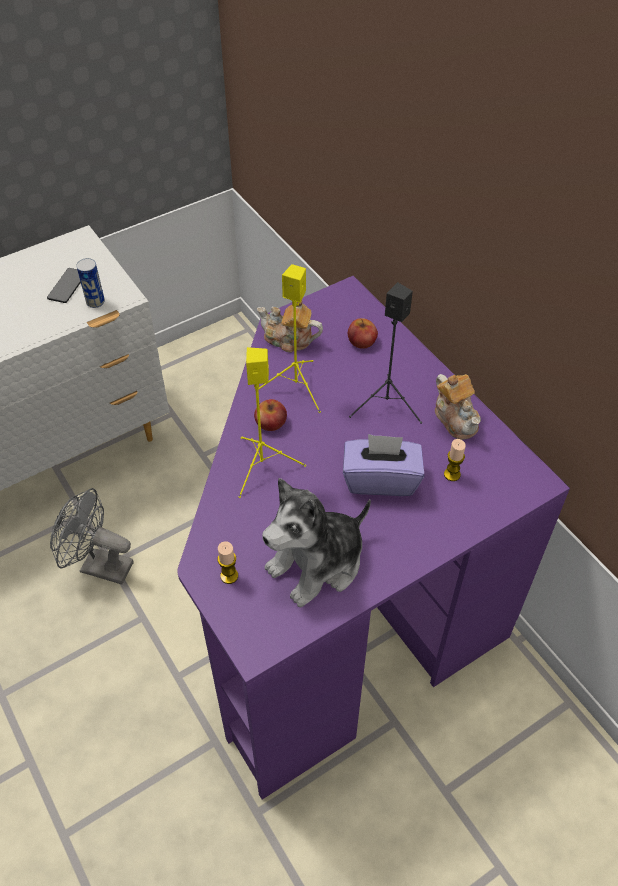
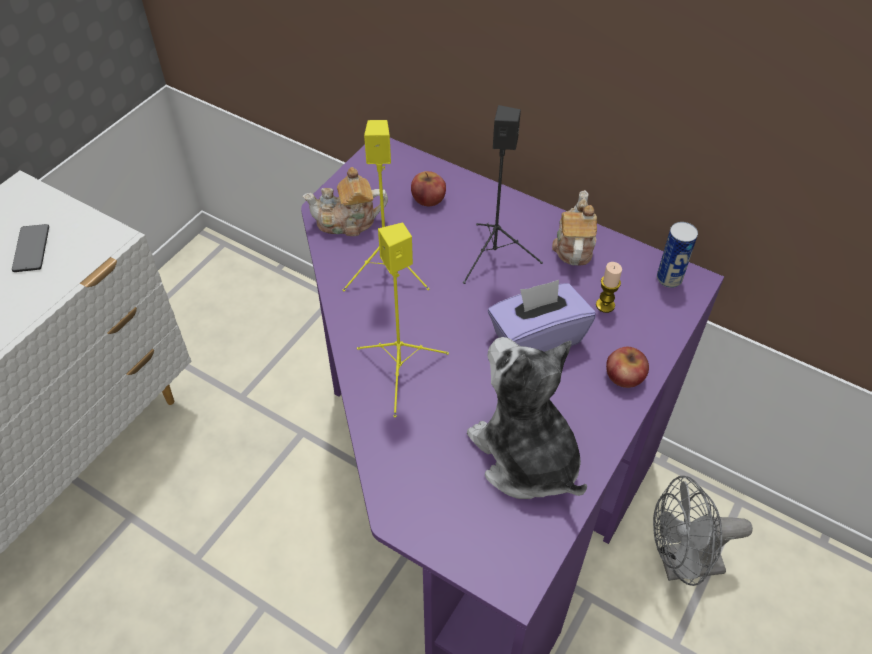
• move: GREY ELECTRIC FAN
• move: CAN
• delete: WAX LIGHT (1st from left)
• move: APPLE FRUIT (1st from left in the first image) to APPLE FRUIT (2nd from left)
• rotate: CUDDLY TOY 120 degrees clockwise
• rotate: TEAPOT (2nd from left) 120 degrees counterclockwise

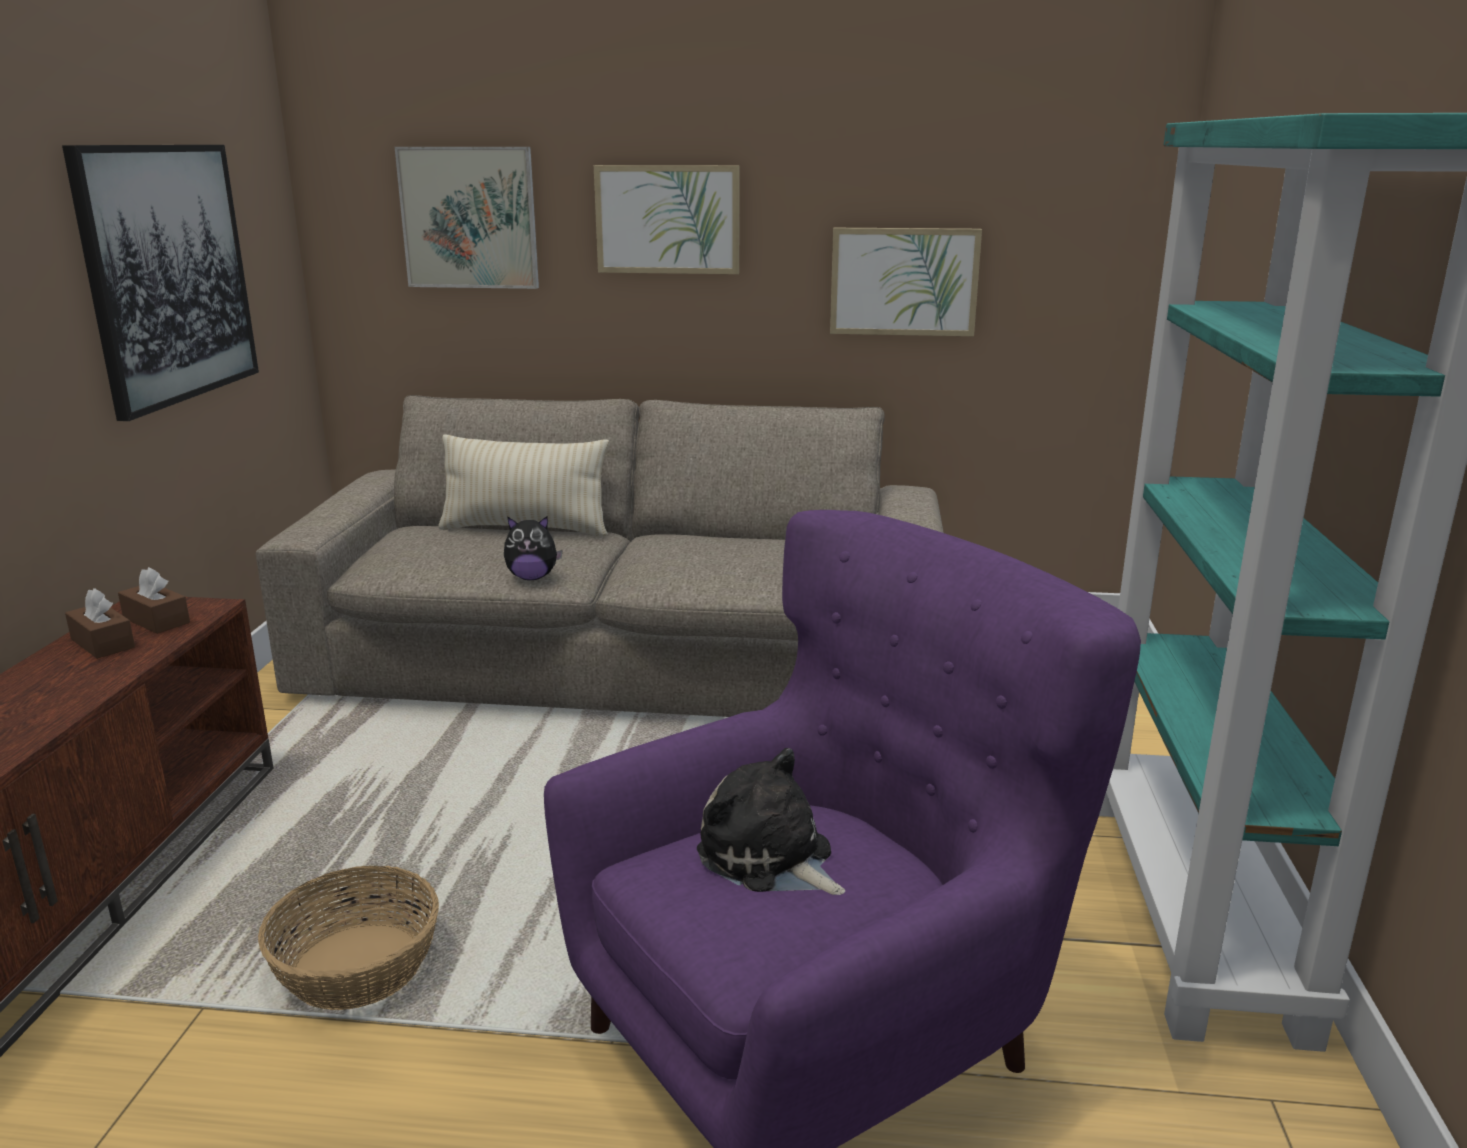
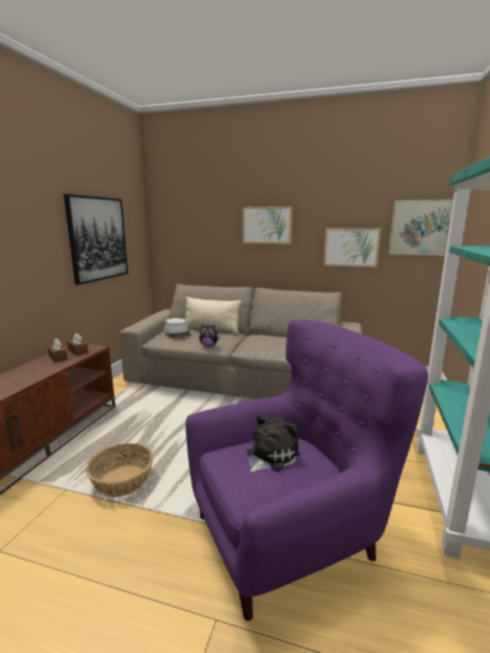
• move: WALL ART (2nd from left in the first image) to WALL ART (4th from left)
• rotate: CUDDLY TOY (2nd from left) 75 degrees clockwise
• insert: GREY HAT

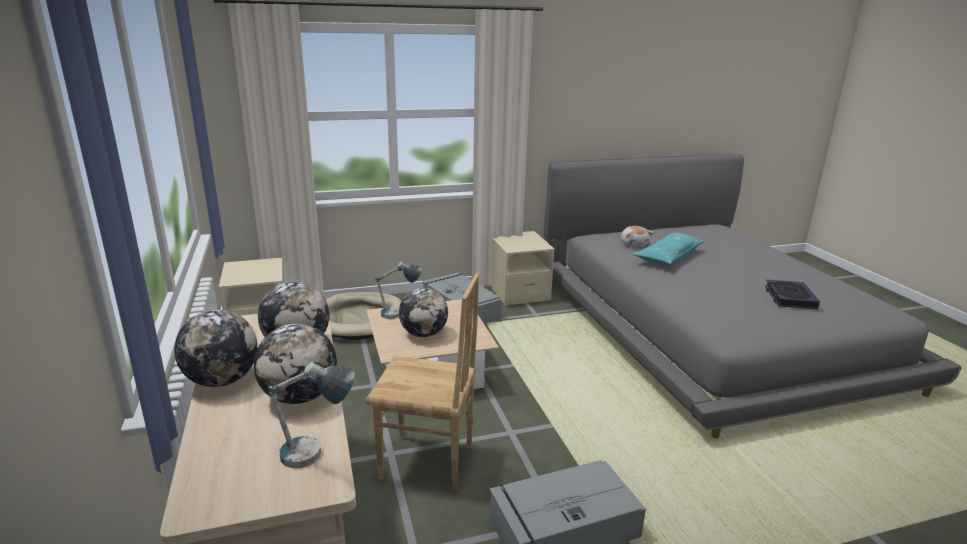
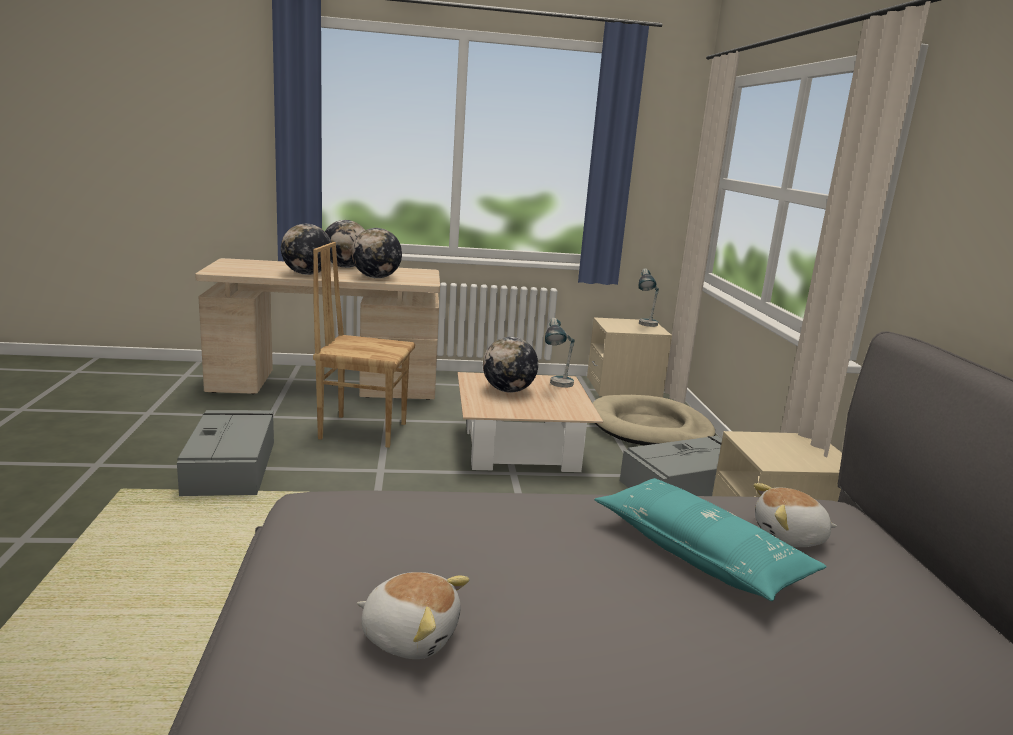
• move: TABLETOP LAMP (1st from left in the first image) to TABLETOP LAMP (2nd from left)
• rotate: BROWNISH PLAIN CHAIR 75 degrees clockwise
• replace: VOLUME to CUDDLY TOY (1st from left)

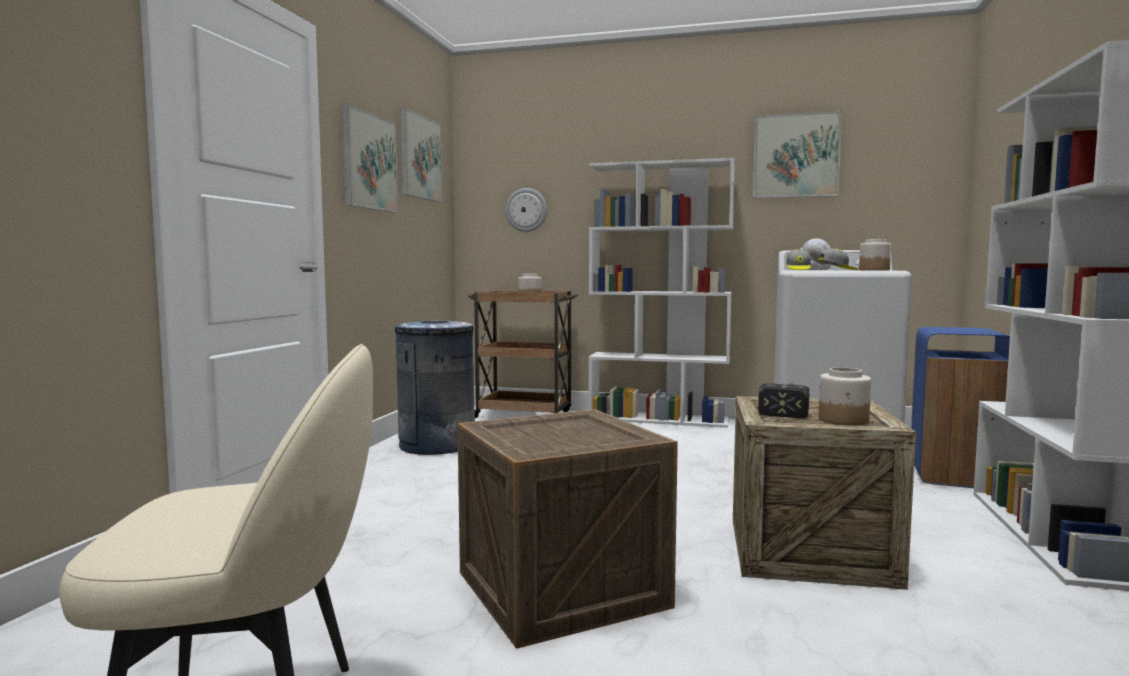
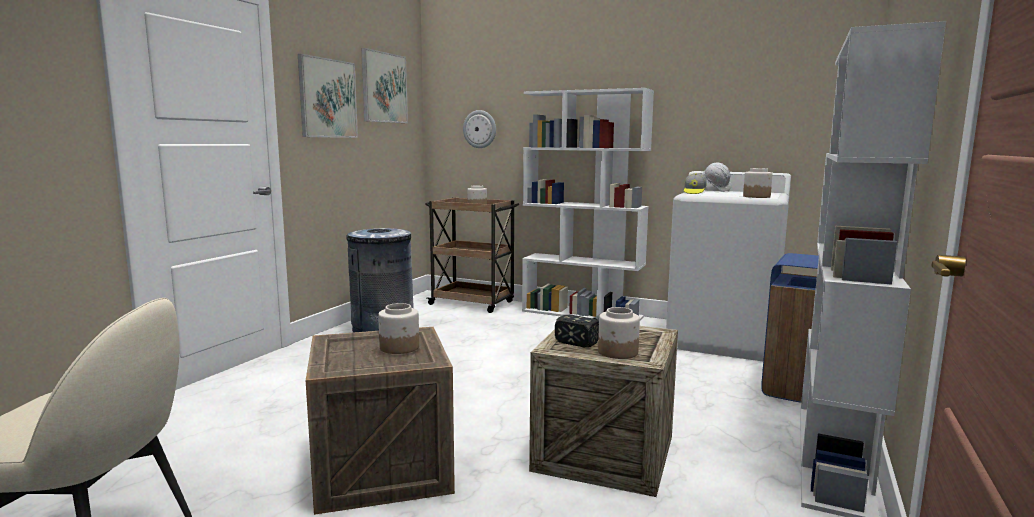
• delete: WALL ART (3rd from left)
• delete: PEAKED CAP (2nd from left)
• insert: JAR (1st from left)

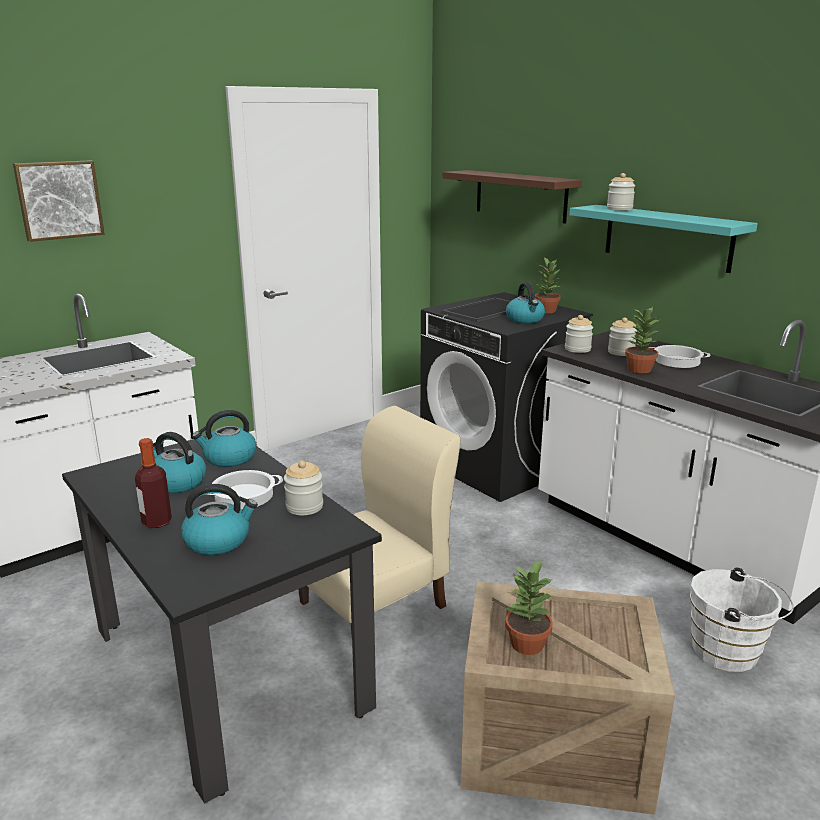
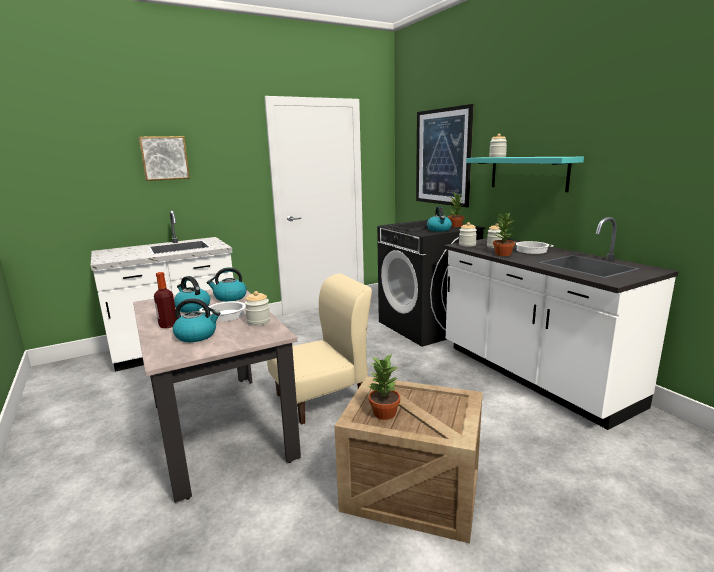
• recolor: BLACKISH DINNER TABLE to BEIGE-COLOURED DINNER TABLE
• replace: BROWNISH SHELF to WALL ART (2nd from left)
• delete: WHITISH WATER BUCKET

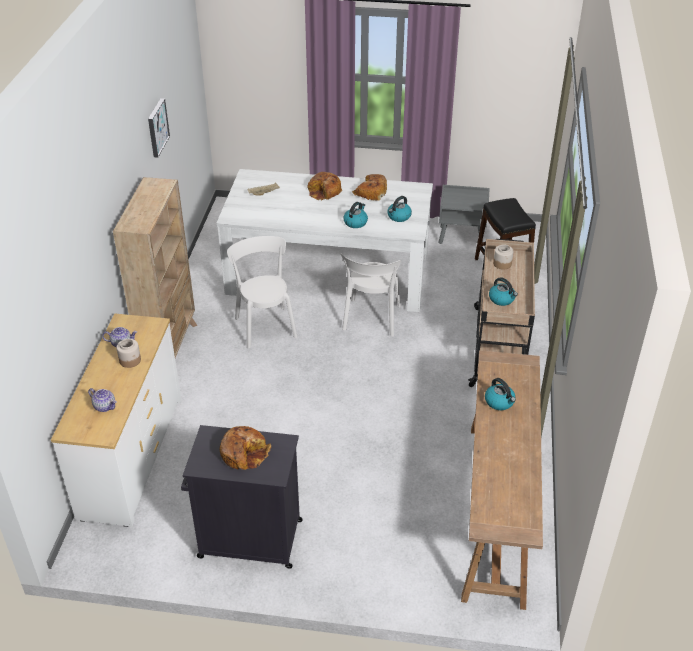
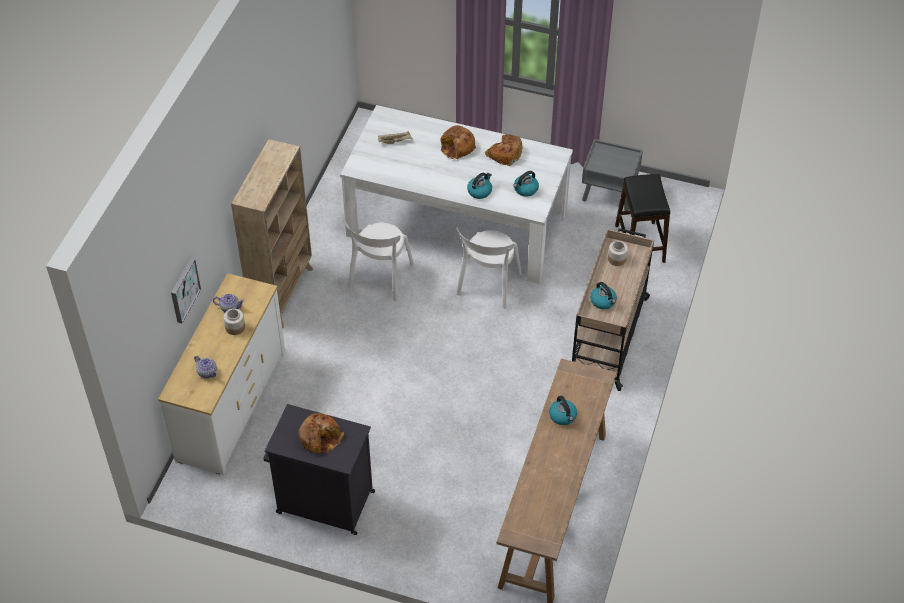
• move: WALL ART
• rotate: WHITISH PLAIN CHAIR (1st from left) 150 degrees counterclockwise

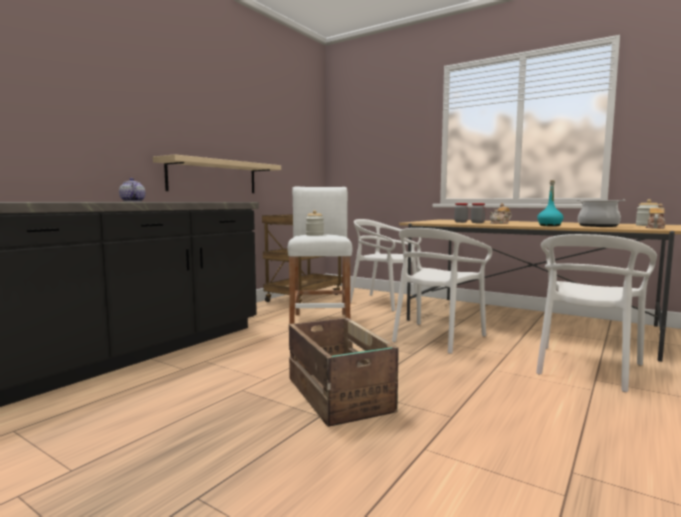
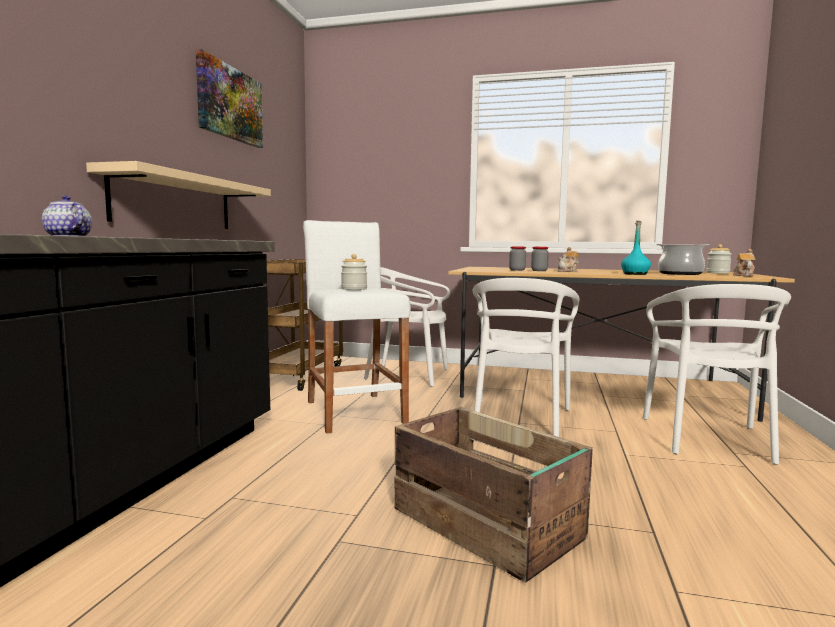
• insert: WALL ART

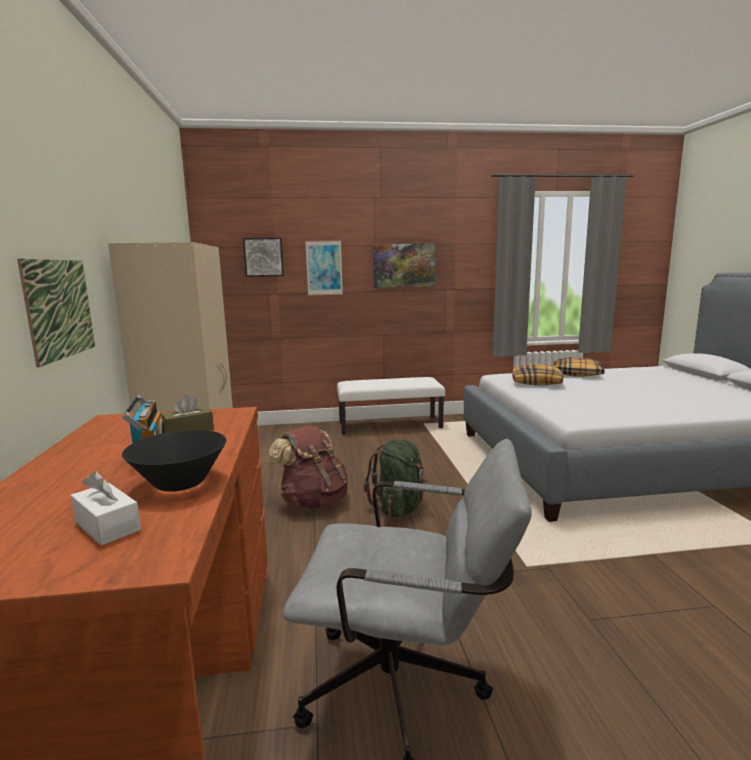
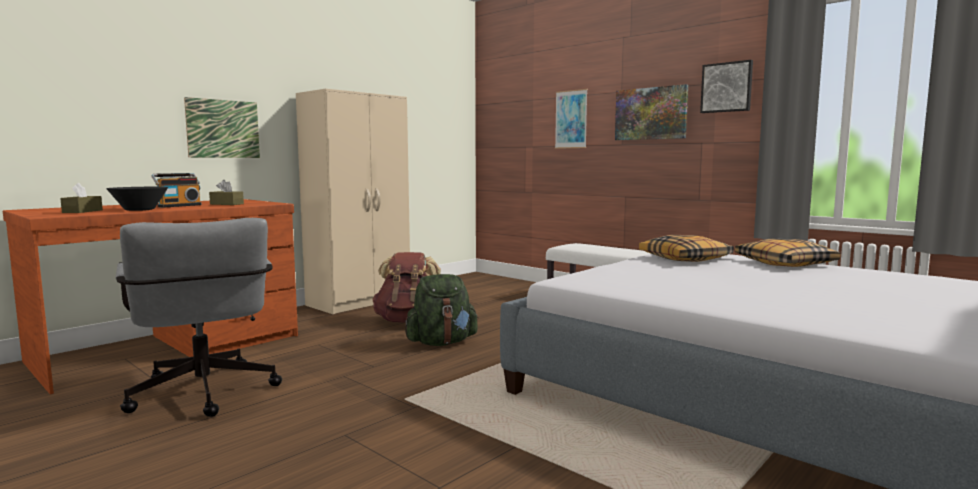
• recolor: WHITISH TISSUE HOLDER to BROWNISH TISSUE HOLDER (1st from left)
• move: WALL ART (2nd from left in the first image) to WALL ART (4th from left)

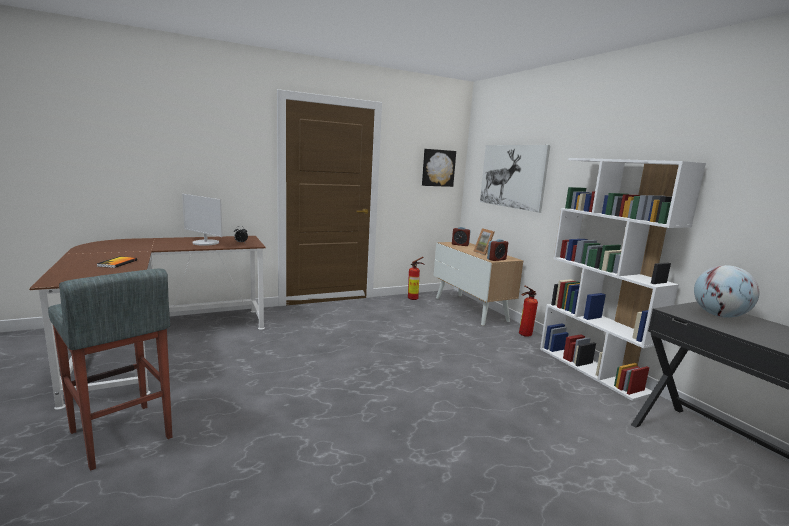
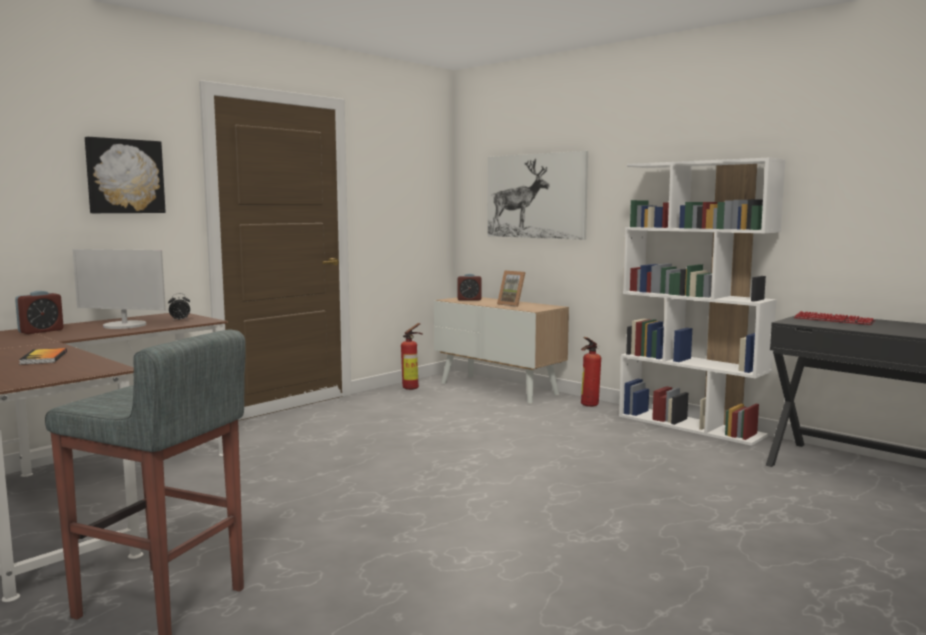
• move: WALL ART (1st from left)
• move: ALARM CLOCK (3rd from left in the first image) to ALARM CLOCK (1st from left)
• replace: WORLD GLOBE to KEYBOARD

